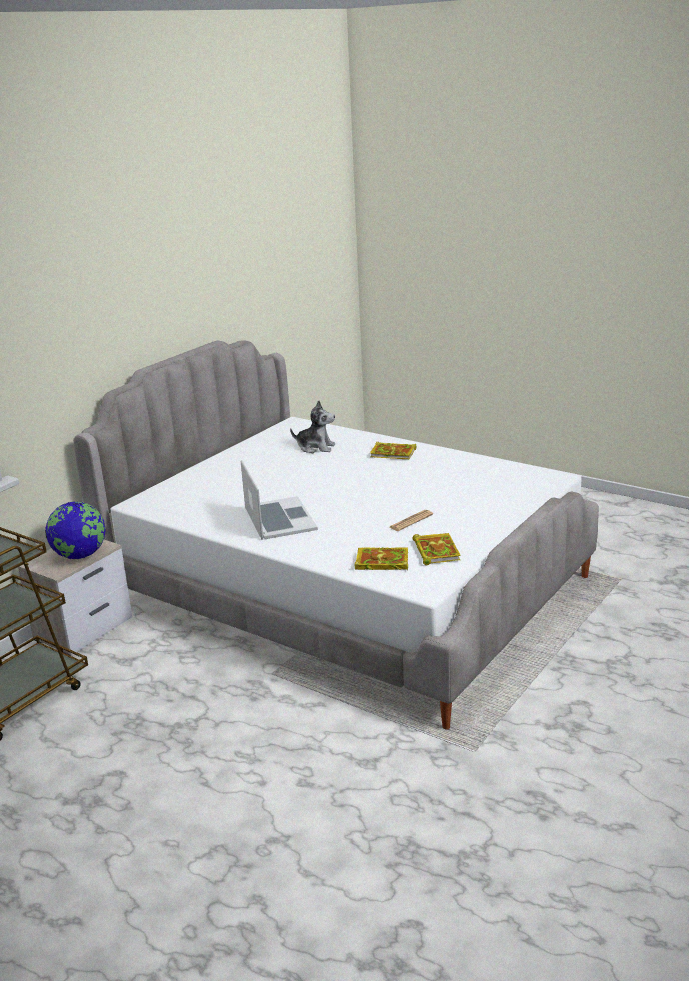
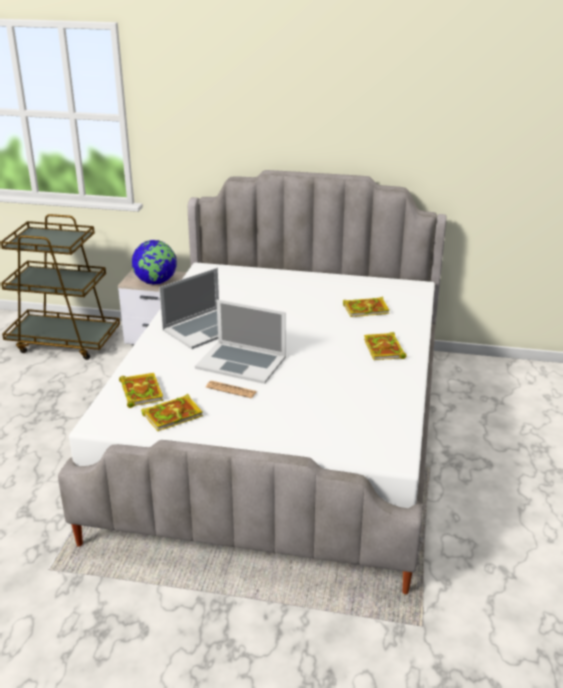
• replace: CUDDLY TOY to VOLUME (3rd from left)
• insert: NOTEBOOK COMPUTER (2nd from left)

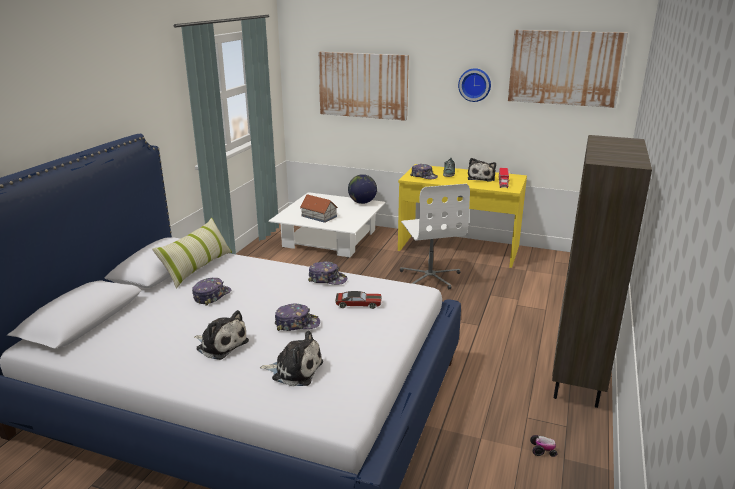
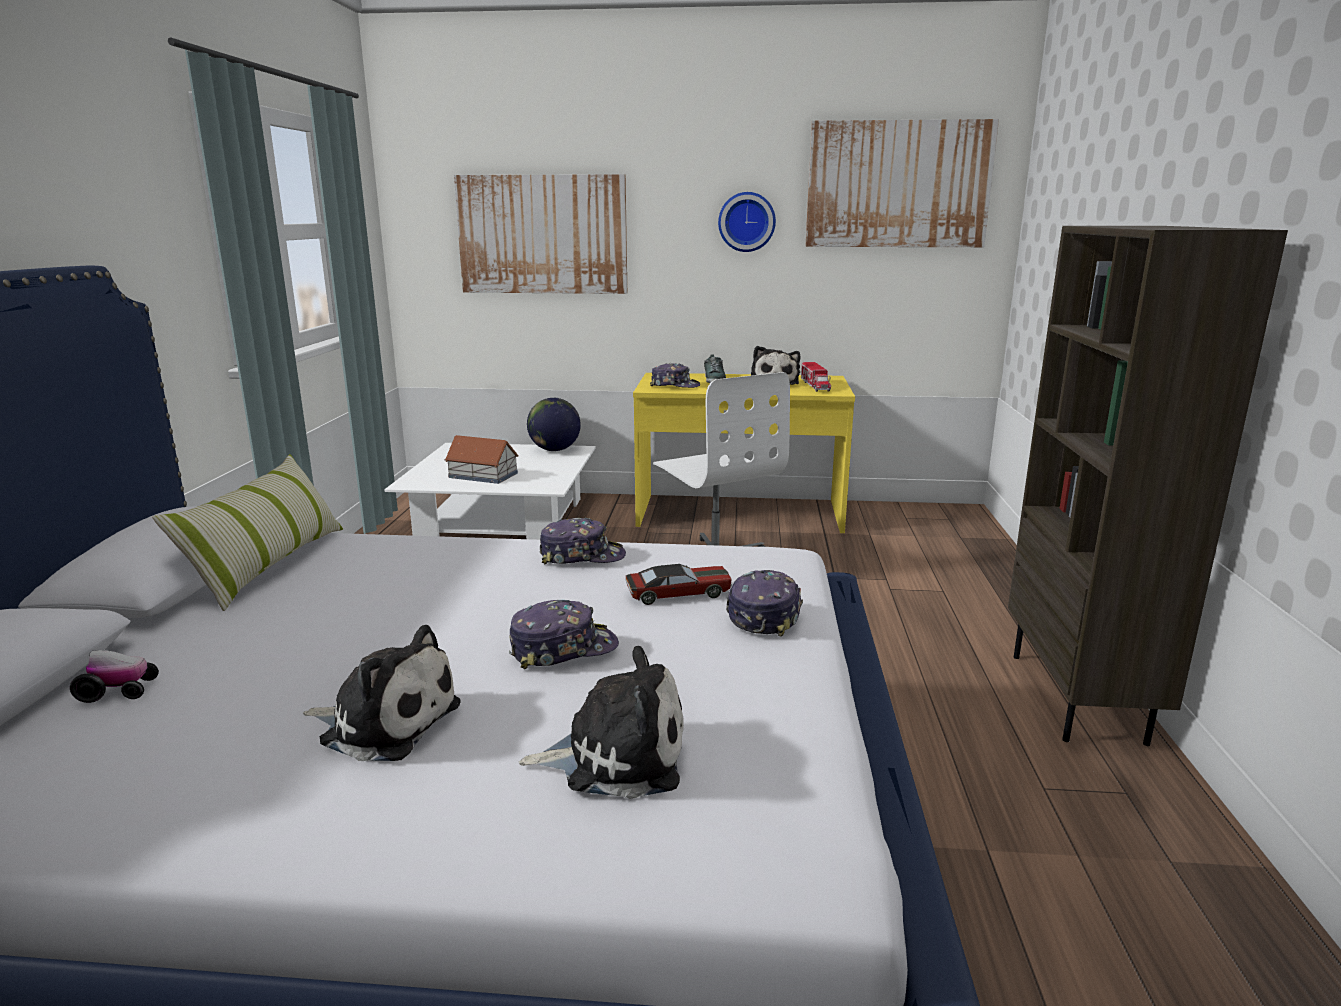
• move: PEAKED CAP (1st from left in the first image) to PEAKED CAP (4th from left)
• move: MODEL CAR (2nd from left in the first image) to MODEL CAR (1st from left)

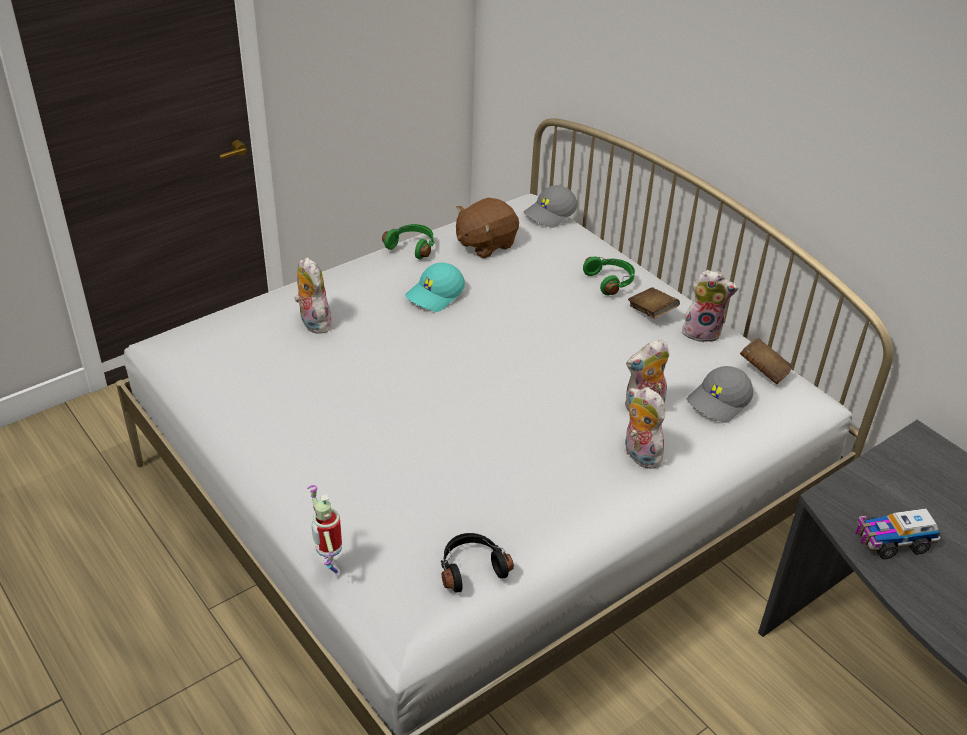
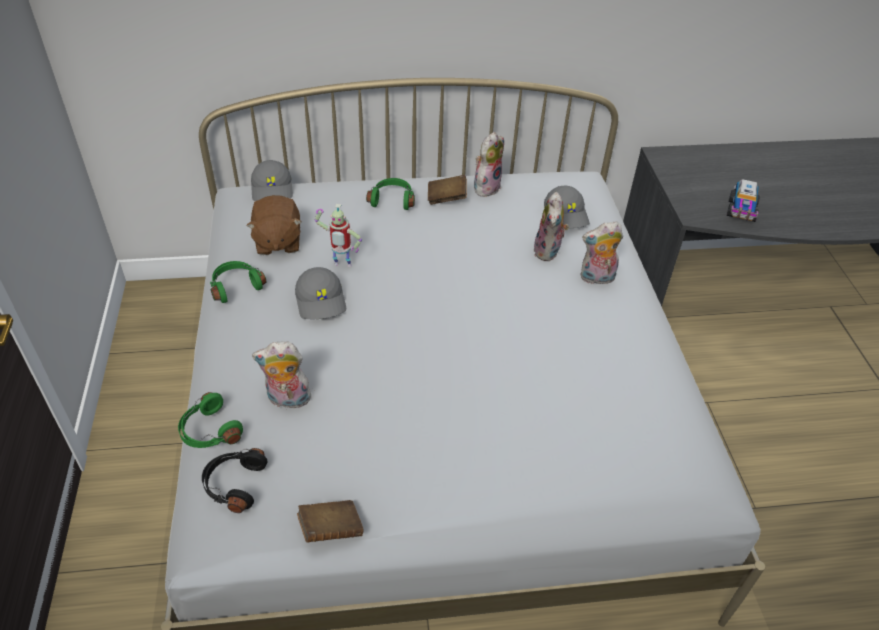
• move: ROBOT FIGURE
• recolor: TURQUOISE PEAKED CAP to GREY PEAKED CAP (2nd from left)
• move: BLACKISH PAIR OF HEADPHONES
• move: BROWNISH VOLUME (2nd from left in the first image) to BROWNISH VOLUME (1st from left)
• insert: GREEN PAIR OF HEADPHONES (1st from left)

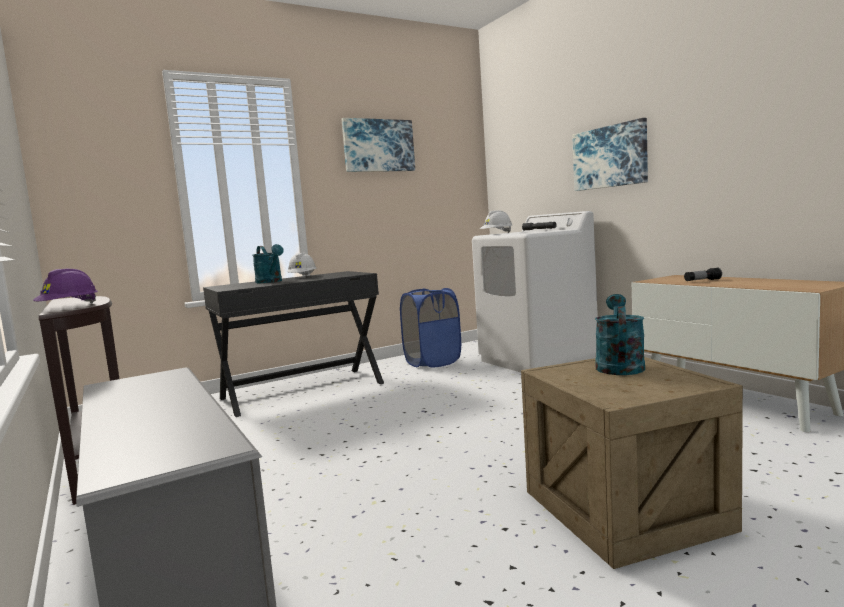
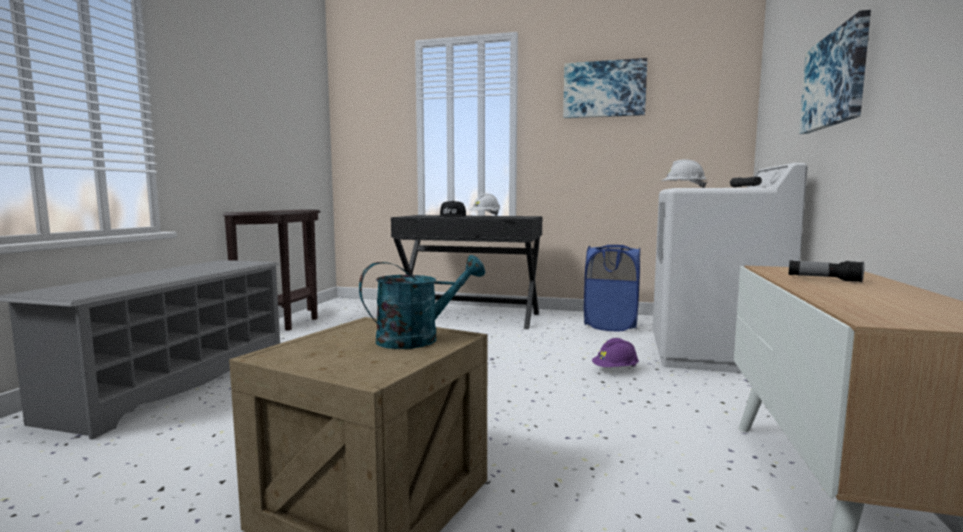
• move: PURPLISH HARD HAT
• replace: TURQUOISE WATERING POT (1st from left) to BLACKISH PEAKED CAP

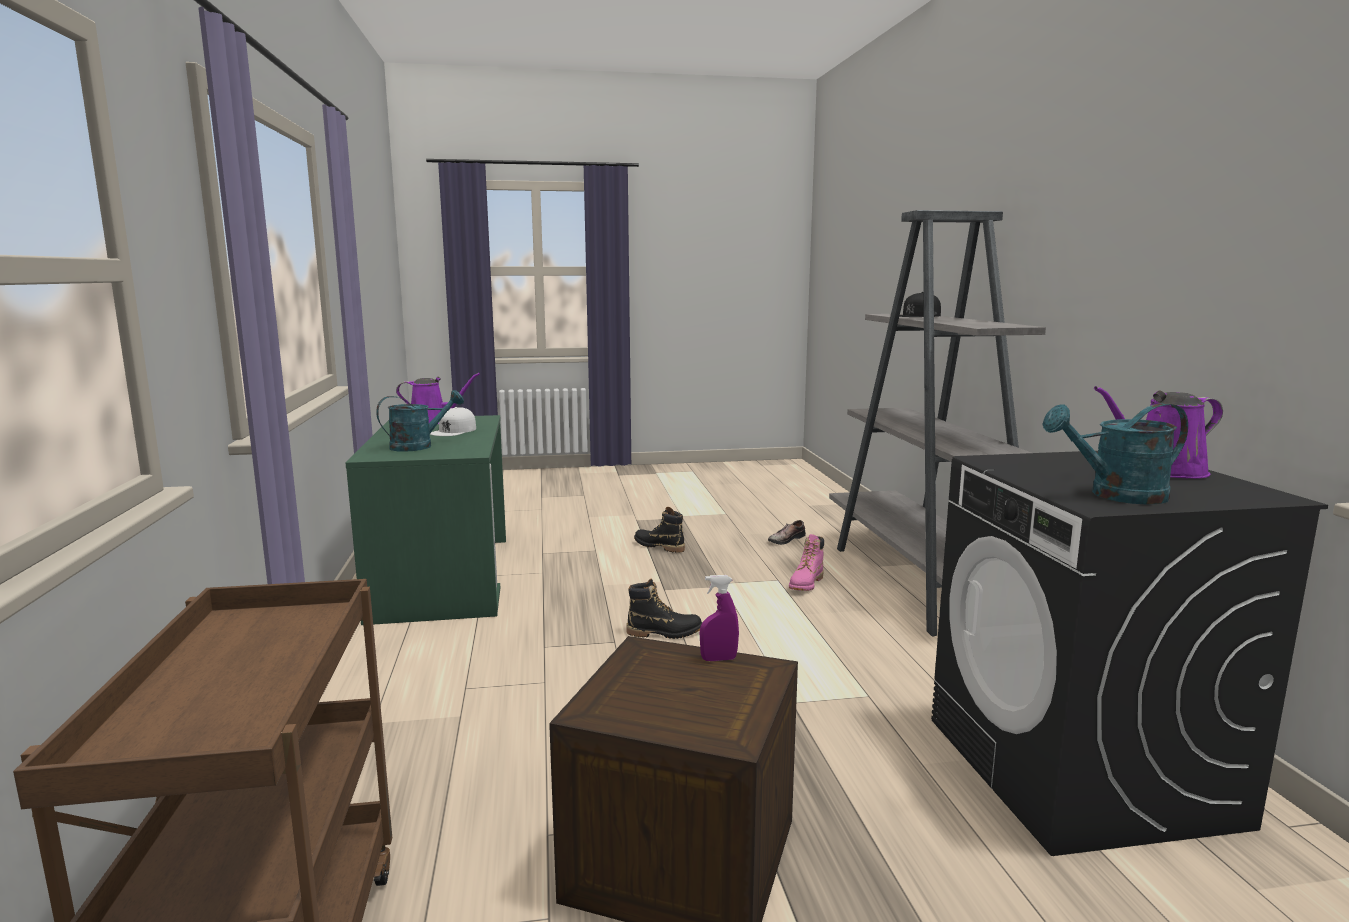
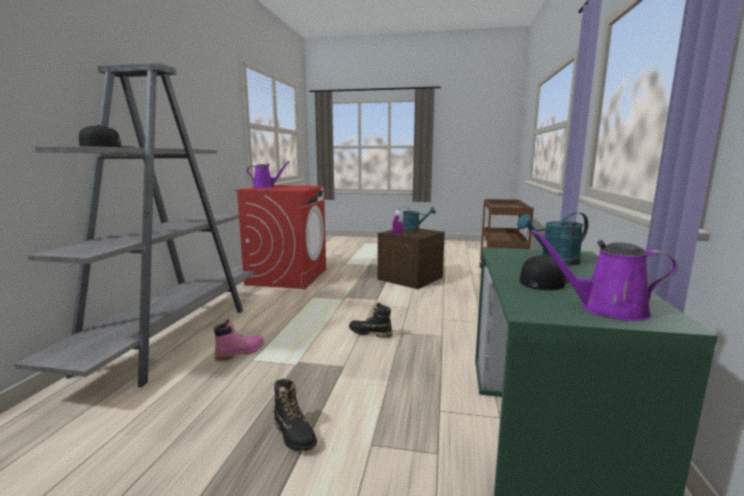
• recolor: WHITISH PEAKED CAP to BLACKISH PEAKED CAP (2nd from left)
• delete: LOW SHOE
• recolor: BLACKISH LAUNDRY MACHINE to REDDISH LAUNDRY MACHINE
• move: TURQUOISE WATERING POT (2nd from left in the first image) to TURQUOISE WATERING POT (1st from left)

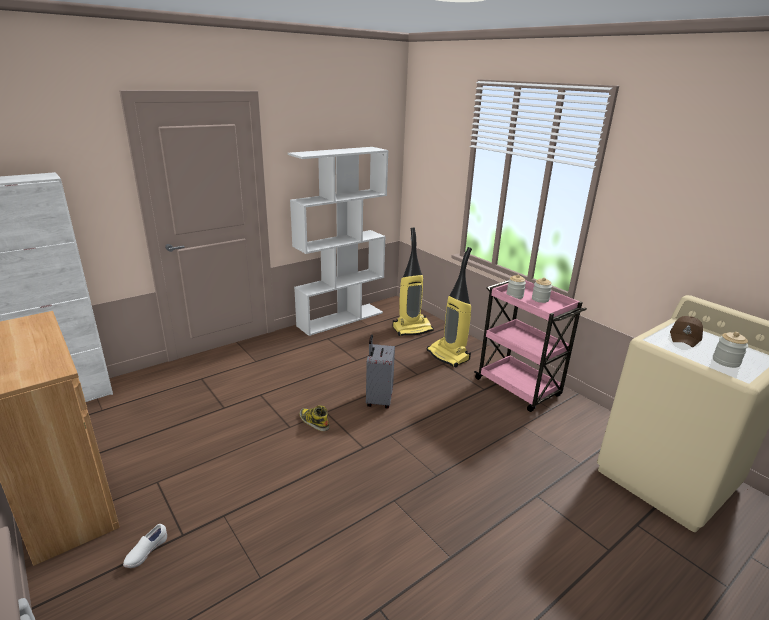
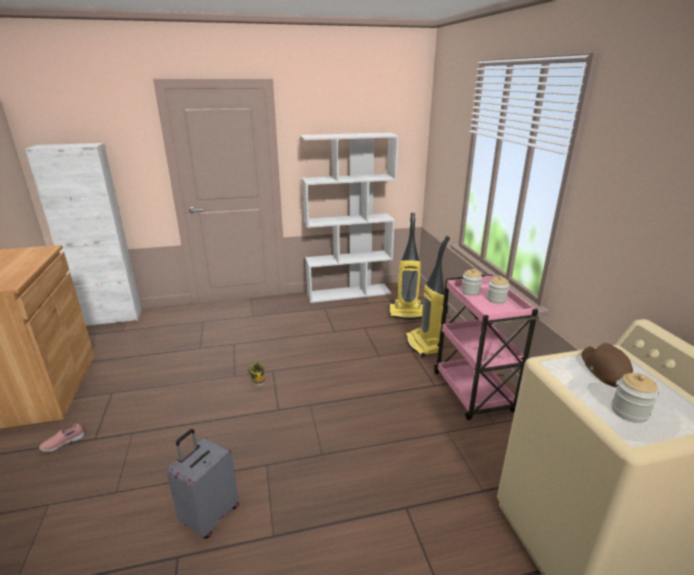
• recolor: WHITISH LOW SHOE to PINK LOW SHOE
• move: GREY TRAVEL CASE
• rotate: BROWNISH PEAKED CAP 120 degrees clockwise

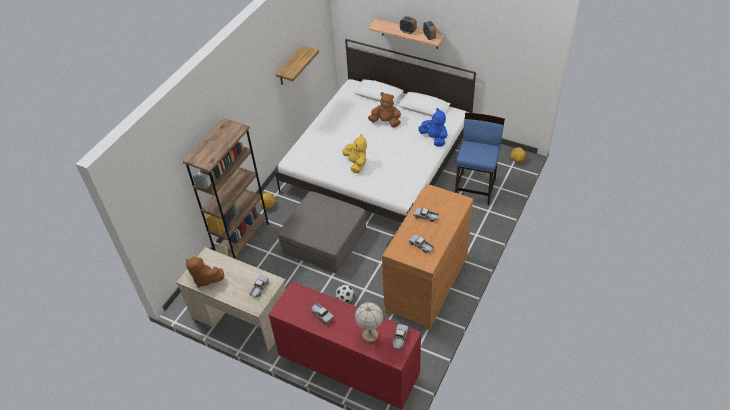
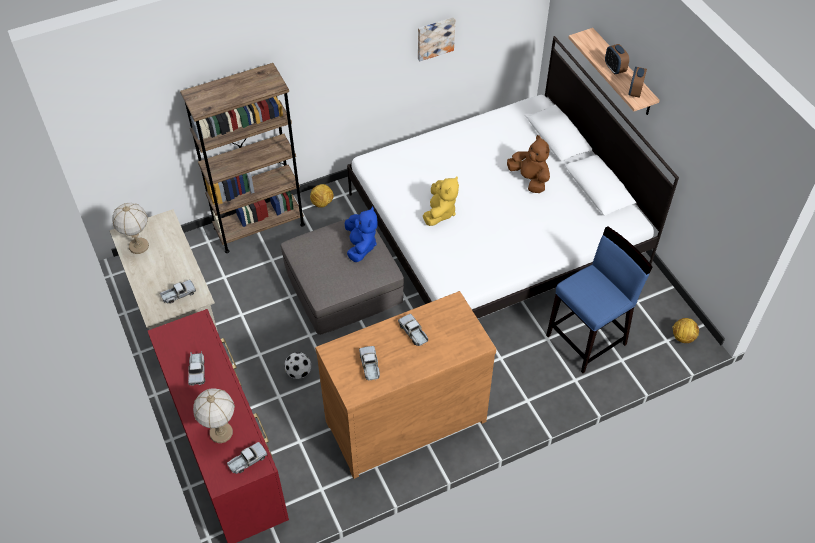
• replace: BROWNISH CUDDLY TOY (1st from left) to TABLETOP LAMP (1st from left)
• replace: SHELF (1st from left) to WALL ART
• move: BLUISH CUDDLY TOY

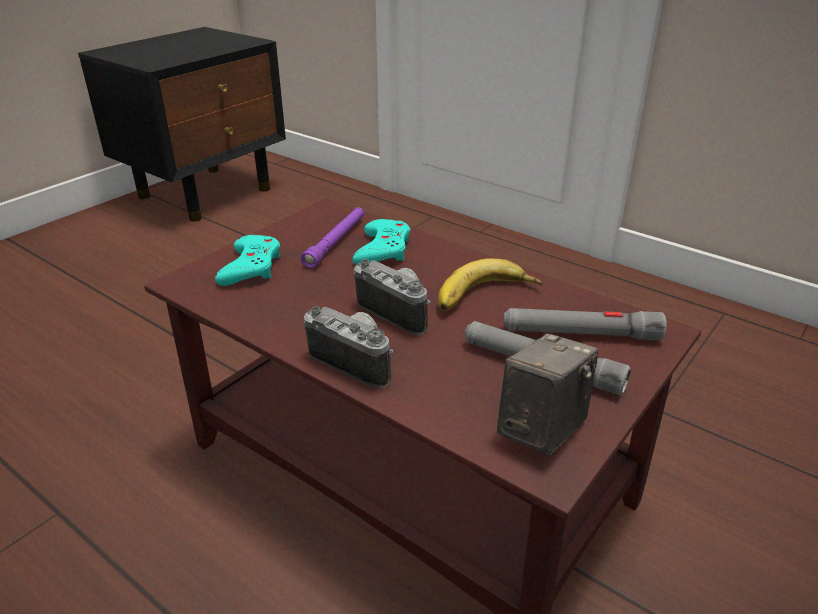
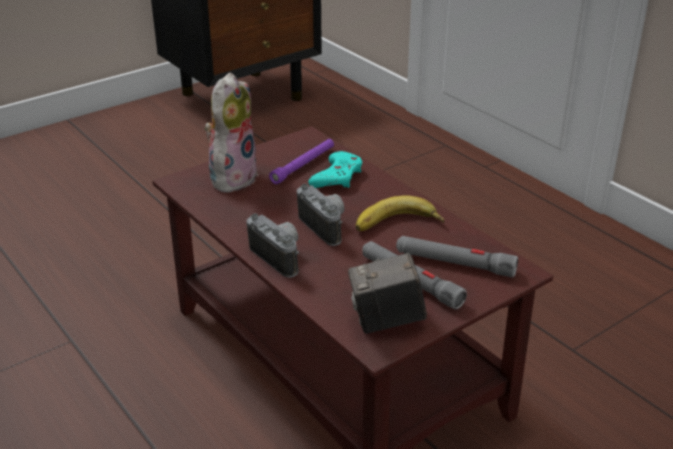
• replace: TURQUOISE GAME CONTROLLER (1st from left) to CUDDLY TOY
• rotate: STILL CAMERA (3rd from left) 150 degrees counterclockwise

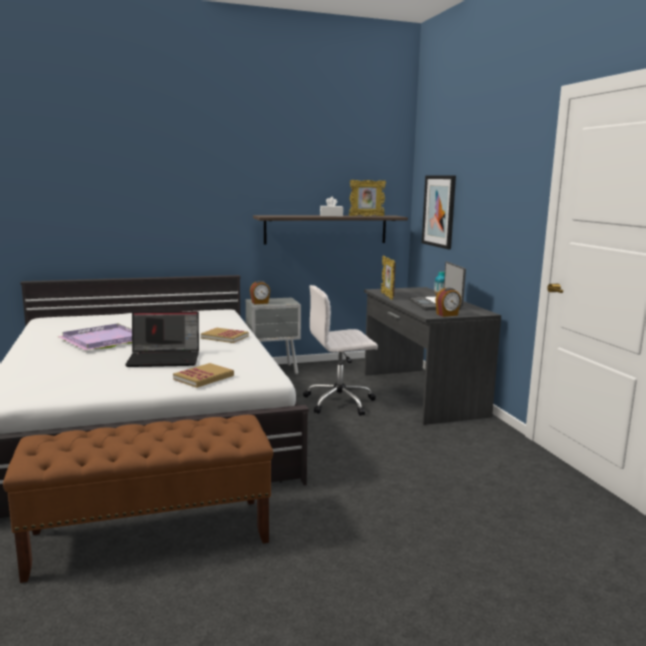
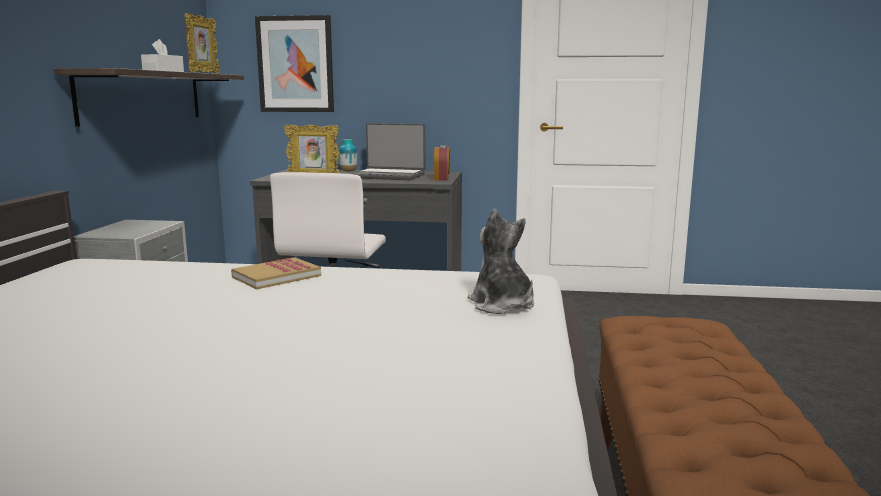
• delete: PURPLISH TRAY
• delete: NOTEBOOK COMPUTER (1st from left)
• replace: VOLUME (1st from left) to CUDDLY TOY
• delete: ALARM CLOCK (1st from left)

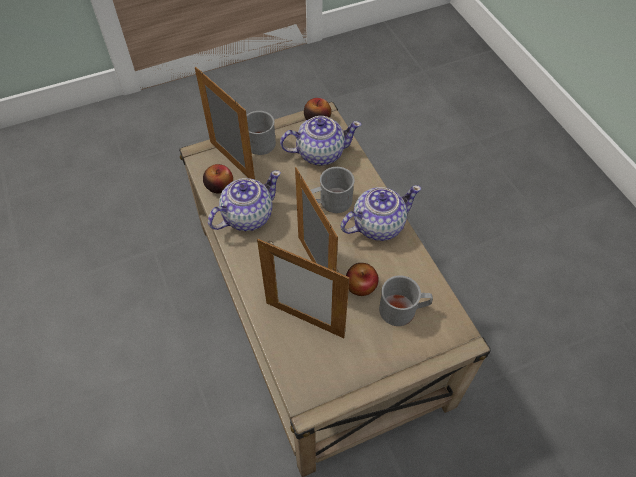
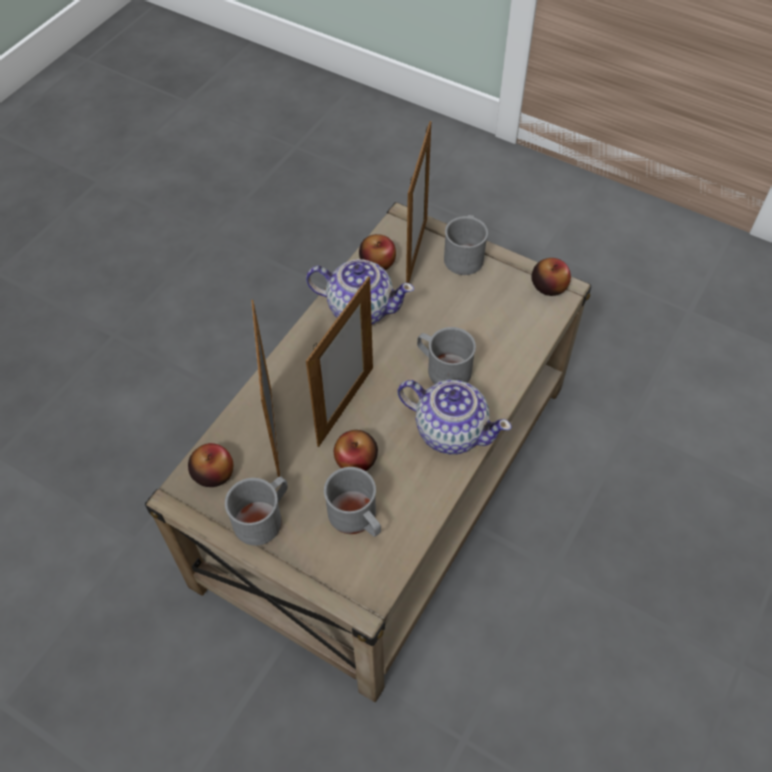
• delete: TEAPOT (2nd from left)
• insert: APPLE FRUIT (1st from left)
• insert: GREY TEA MUG (1st from left)

